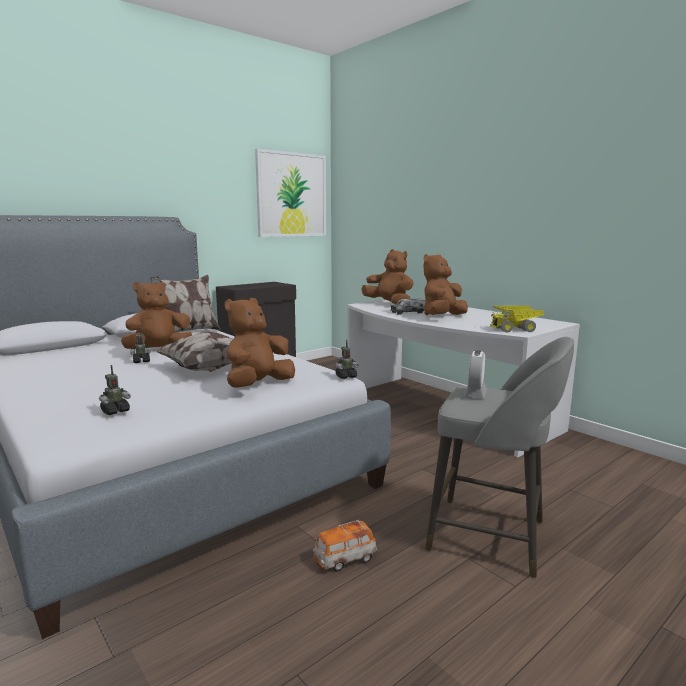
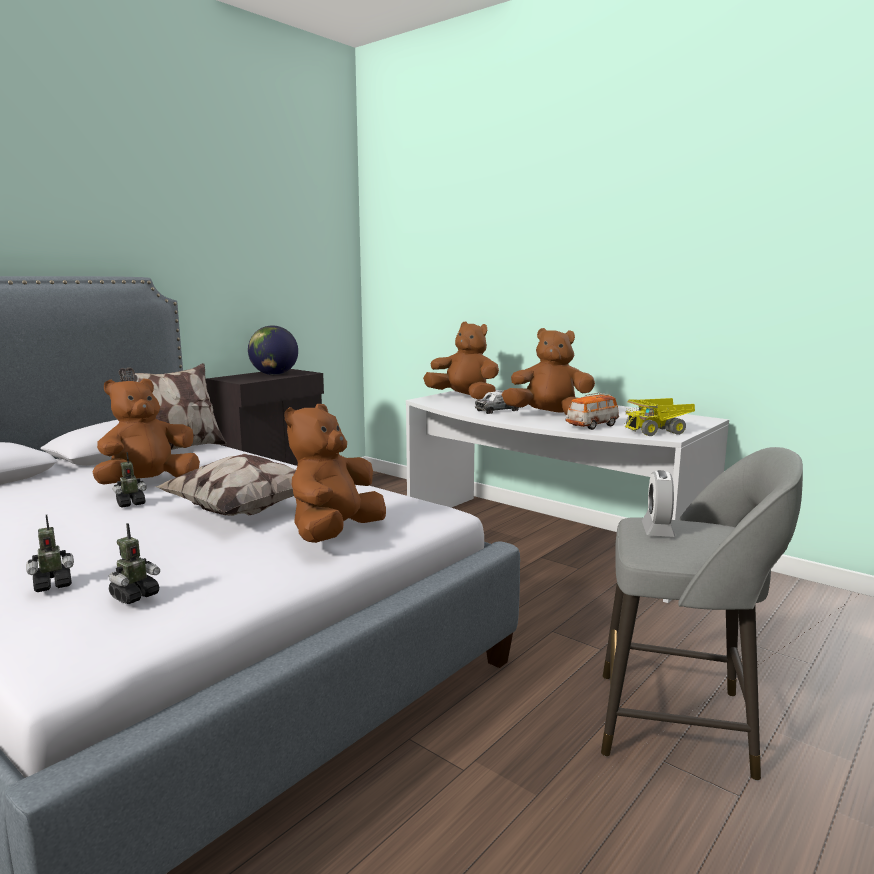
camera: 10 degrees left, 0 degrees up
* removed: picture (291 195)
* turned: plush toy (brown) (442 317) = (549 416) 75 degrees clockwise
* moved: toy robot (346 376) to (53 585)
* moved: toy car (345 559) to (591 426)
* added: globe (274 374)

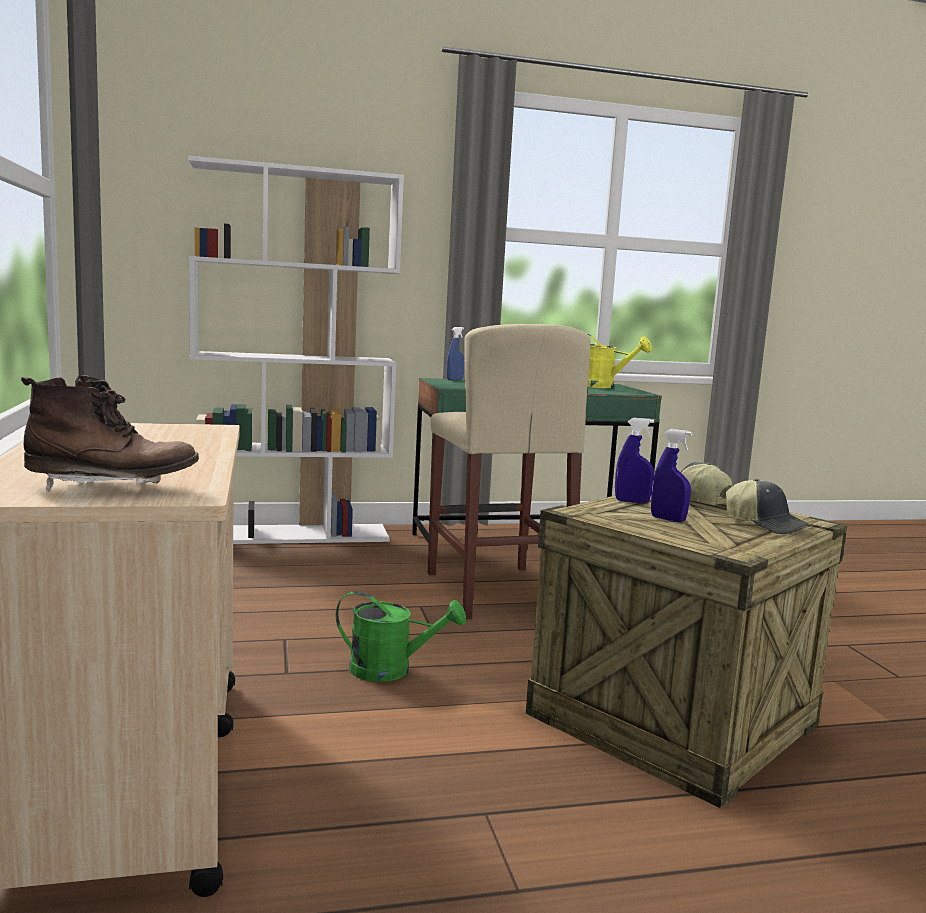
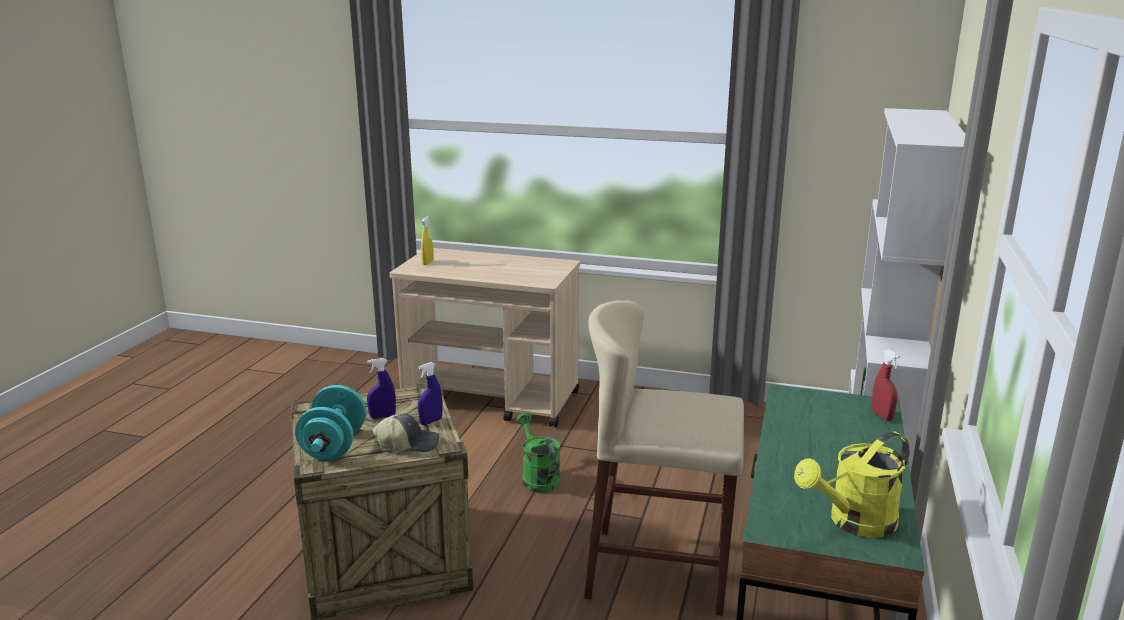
camera: 120 degrees right, 10 degrees up
* recoloured: spray bottle (blue) (454 380) to spray bottle (red) (882 416)
* replaced: boot (brown) (112 488) to spray bottle (yellow) (427 262)
* replaced: cap (766 525) to dumbbell (turquoise) (334 446)
* turned: watering can (green) (391 670) = (538 477) 120 degrees clockwise

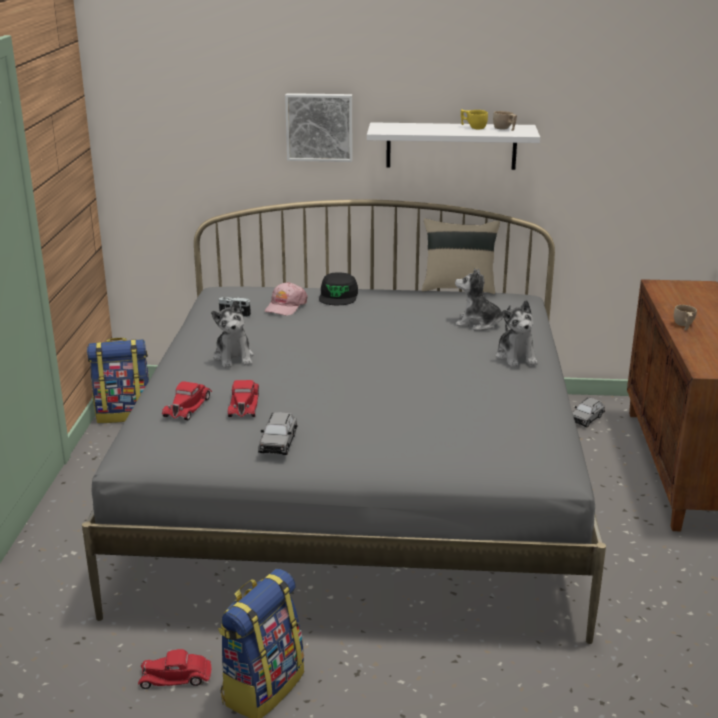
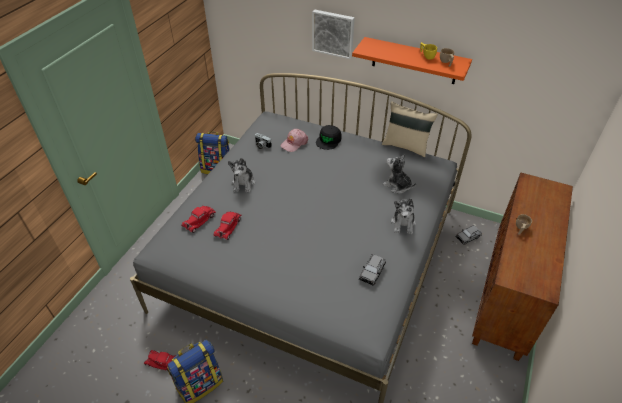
camera: 20 degrees right, 20 degrees up
* recoloured: shelf (white) (451 146) to shelf (orange) (414 61)
* moved: toy car (grey) (278 443) to (372 272)

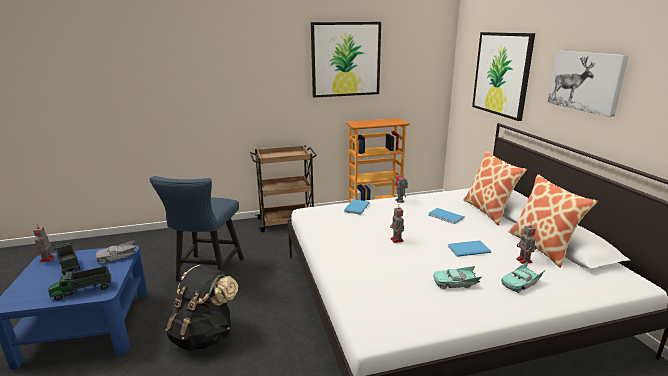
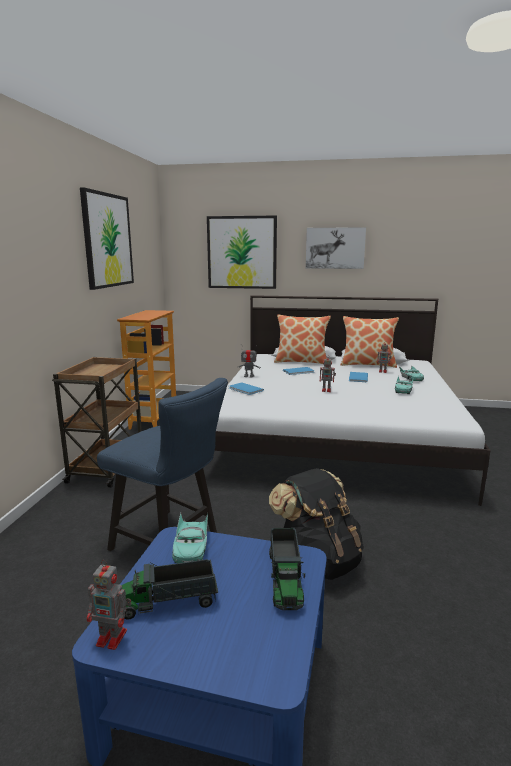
camera: 65 degrees left, 5 degrees down
* recoloured: toy car (grey) (117 257) to toy car (turquoise) (191 547)

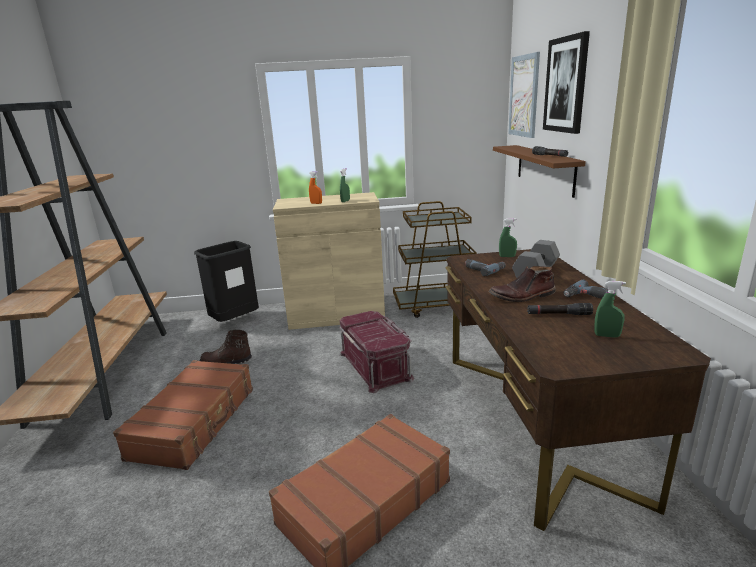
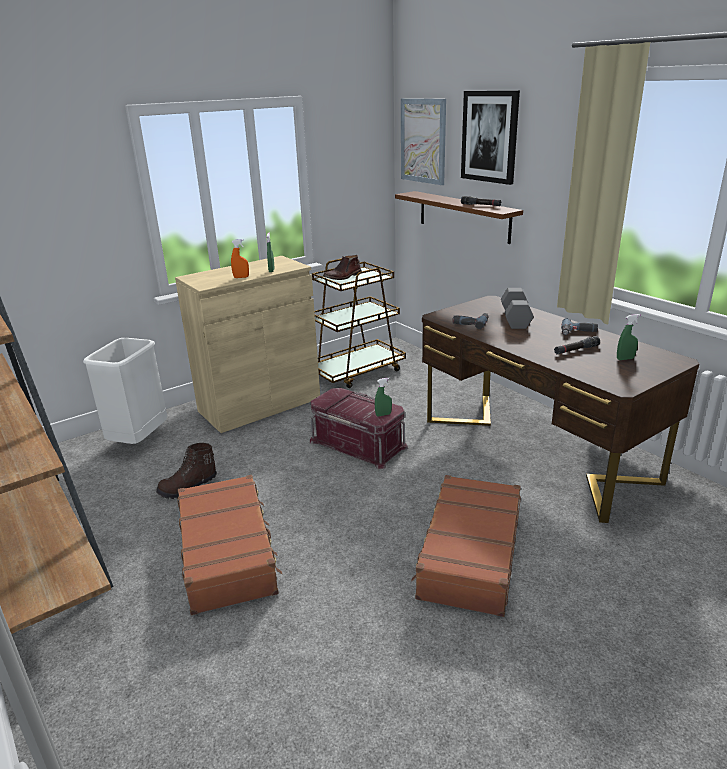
camera: 30 degrees left, 5 degrees up
* moved: spray bottle (green) (507 256) to (383 414)
* recoloured: trash can (black) (235 321) to trash can (white) (139 440)
* moved: boot (brown) (522 296) to (343 276)

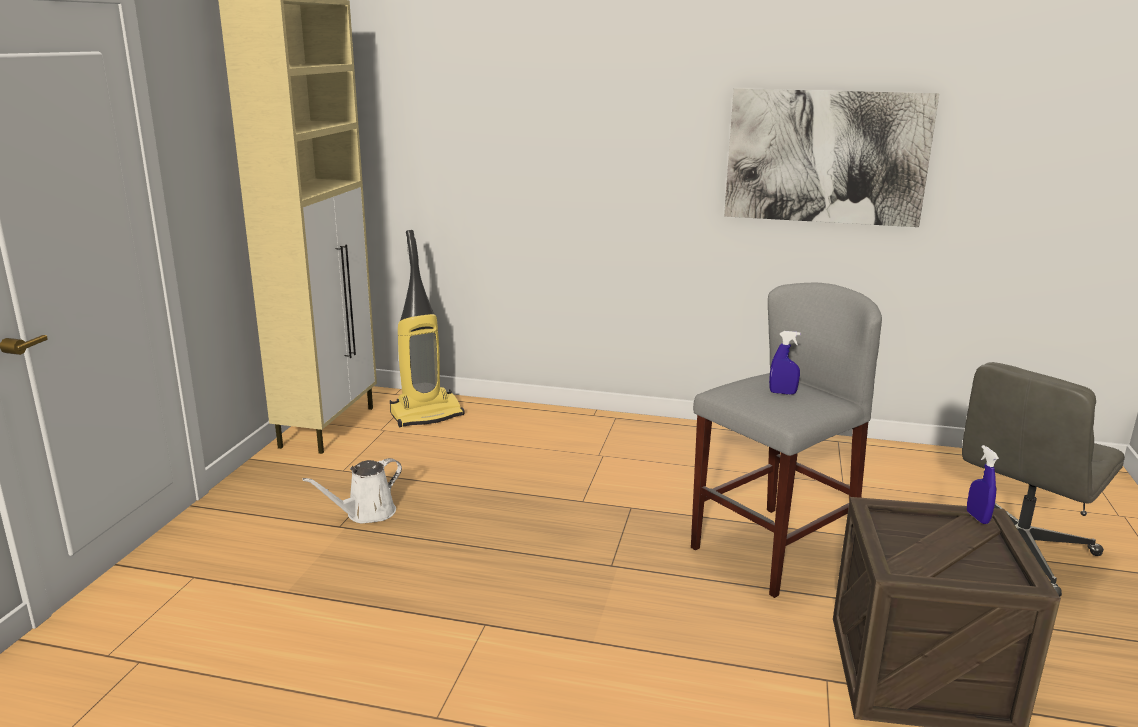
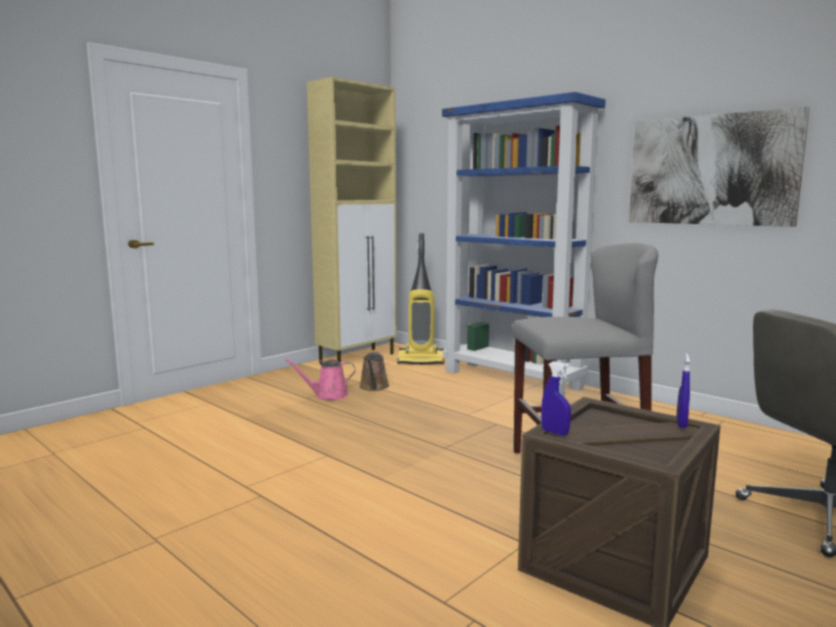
camera: 30 degrees right, 10 degrees down
* moved: spray bottle (blue) (782 393) to (555 432)
* recoloured: watering can (white) (366 514) to watering can (pink) (328 395)
* added: bookcase (blue) (513 379)
* added: watering can (brown) (374 387)

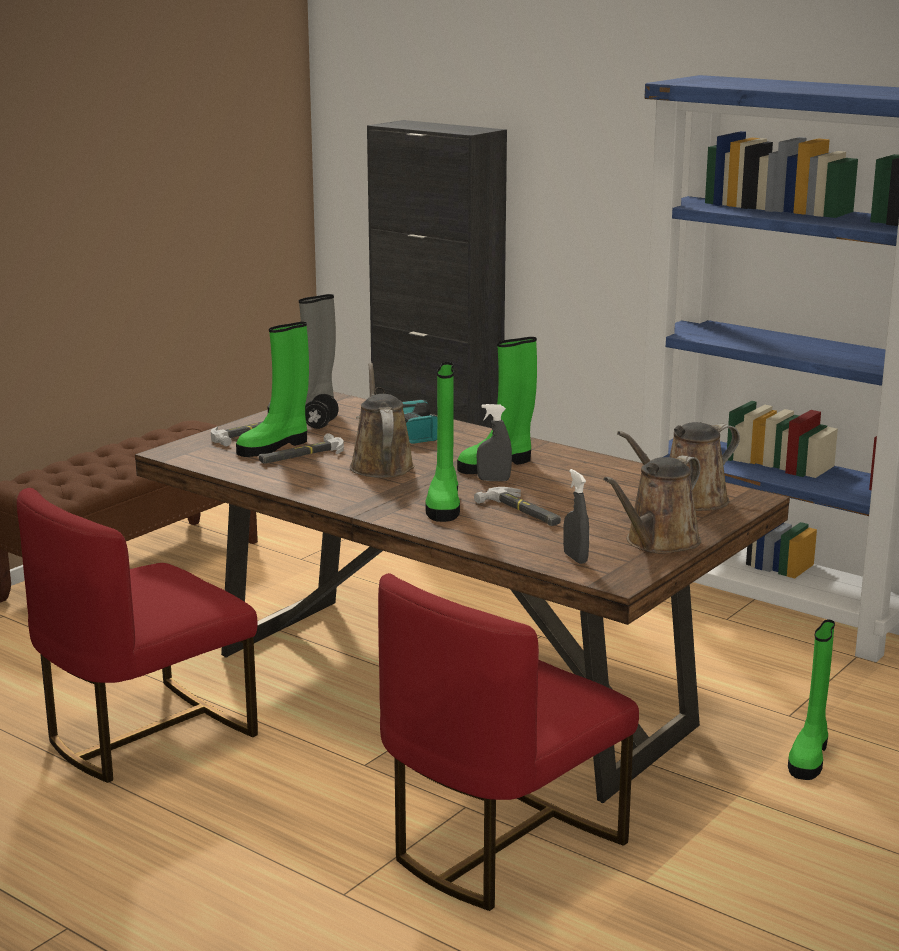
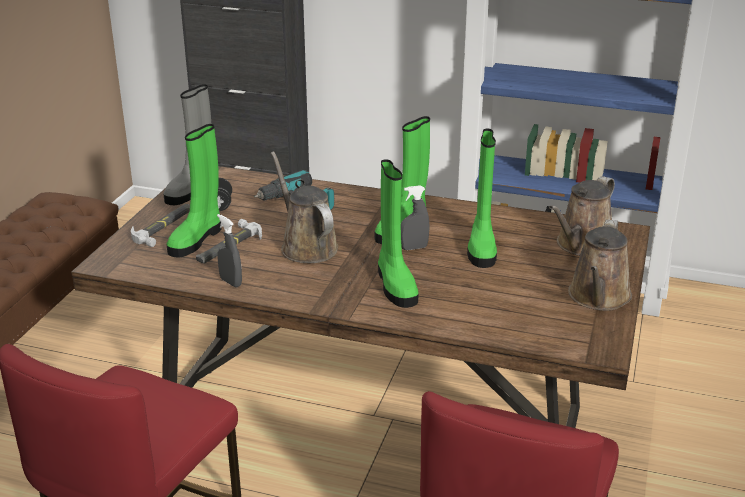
camera: 20 degrees left, 10 degrees up
* moved: spray bottle (grey) (575 558) to (230 282)
* removed: hammer (522 512)
* moved: boot (green) (809 756) to (481 247)

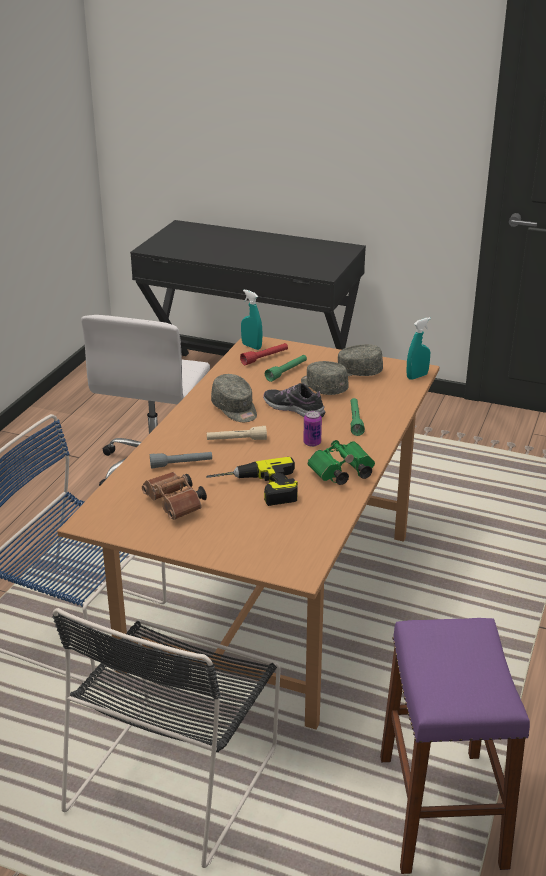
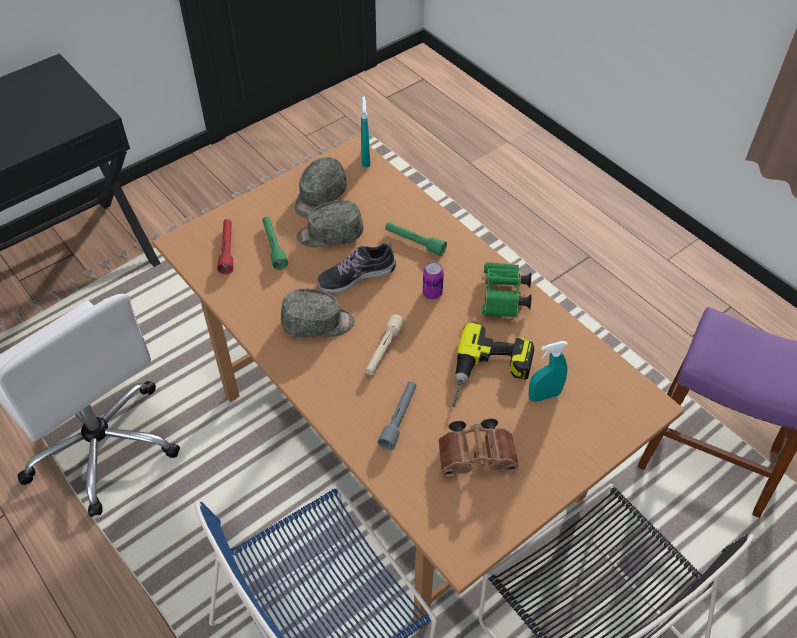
camera: 60 degrees left, 20 degrees up
* moved: spray bottle (turquoise) (251 346) to (544 395)

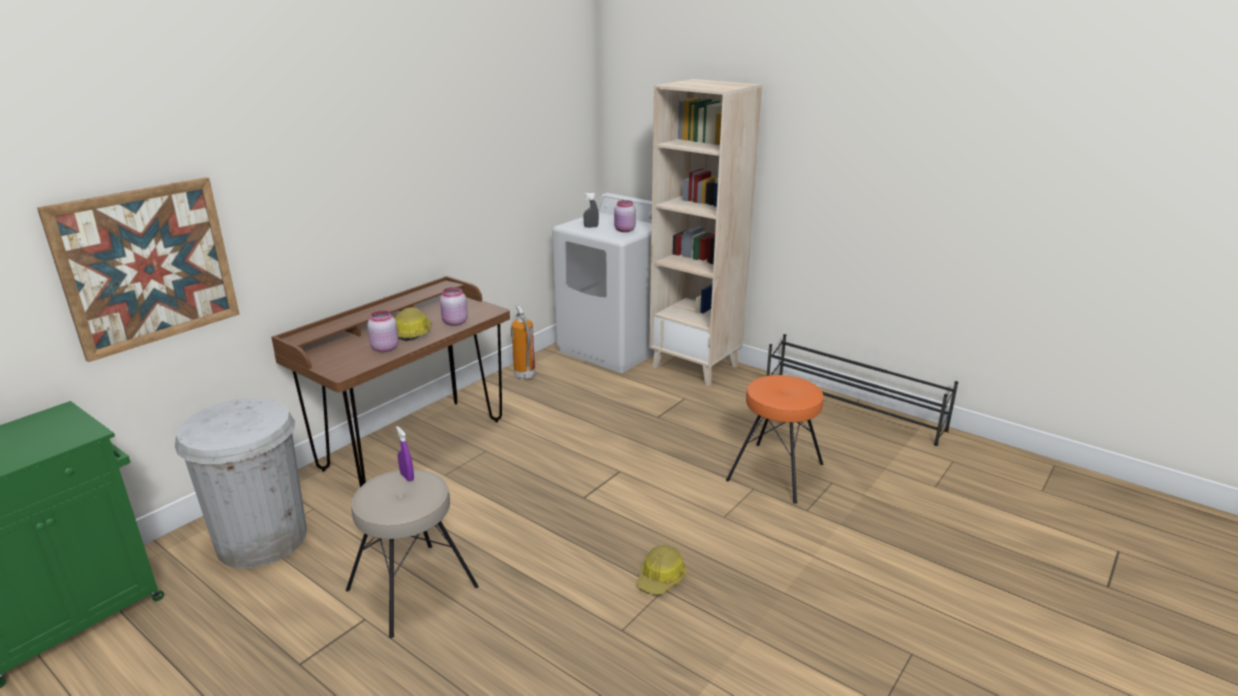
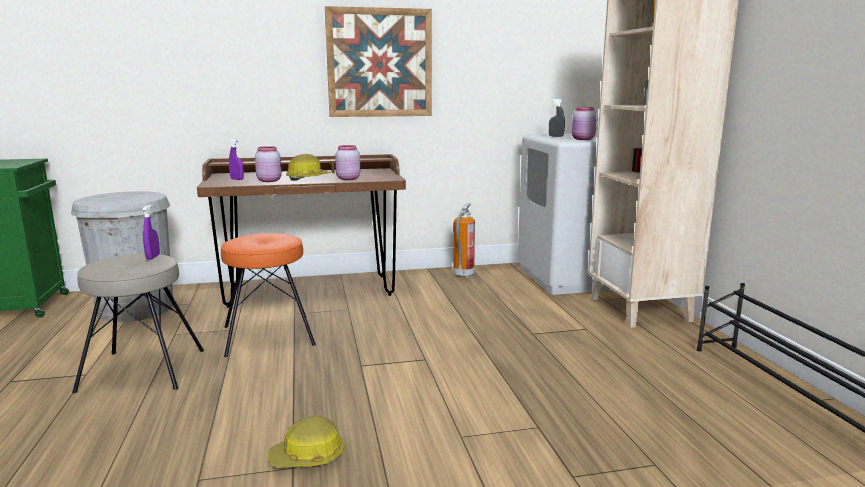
camera: 40 degrees right, 10 degrees down
* moved: picture (147 266) to (379 63)
* moved: stool (orange) (776 472) to (268 336)
* added: spray bottle (purple) (237 179)

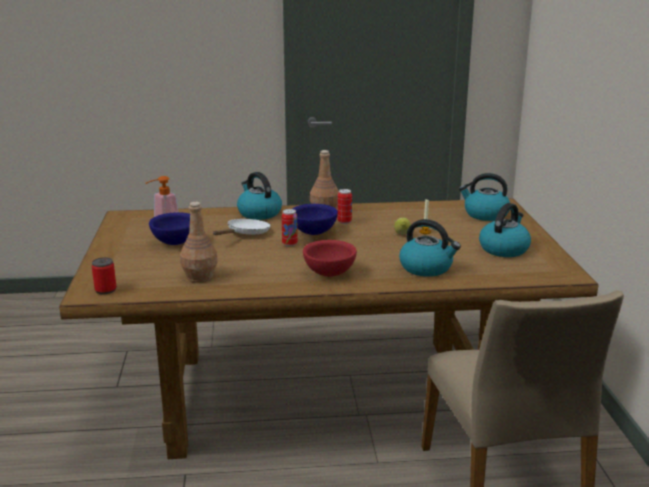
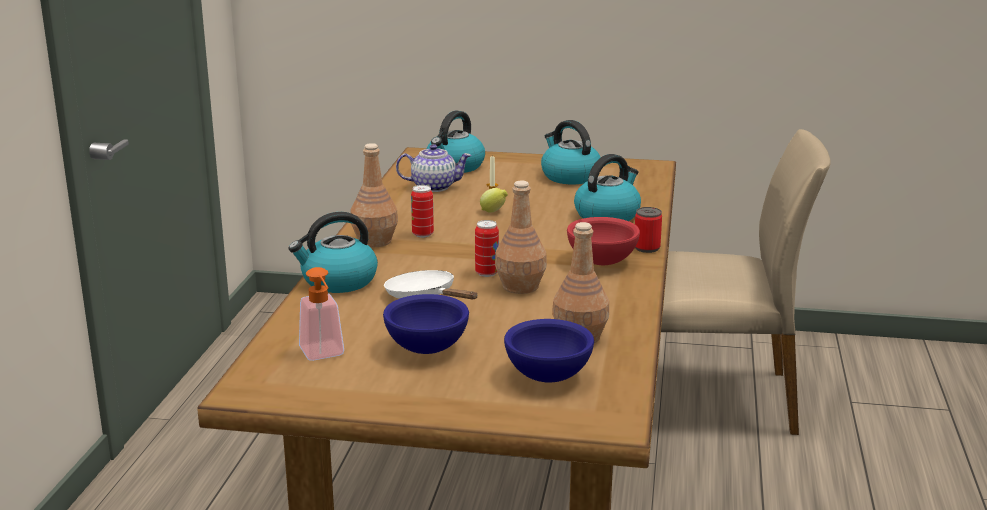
camera: 75 degrees left, 0 degrees up
* moved: bowl (blue) (314 232) to (547 375)
* moved: can (105 290) to (647 248)
* added: teapot (433 187)
* added: bottle (brown) (520 286)

